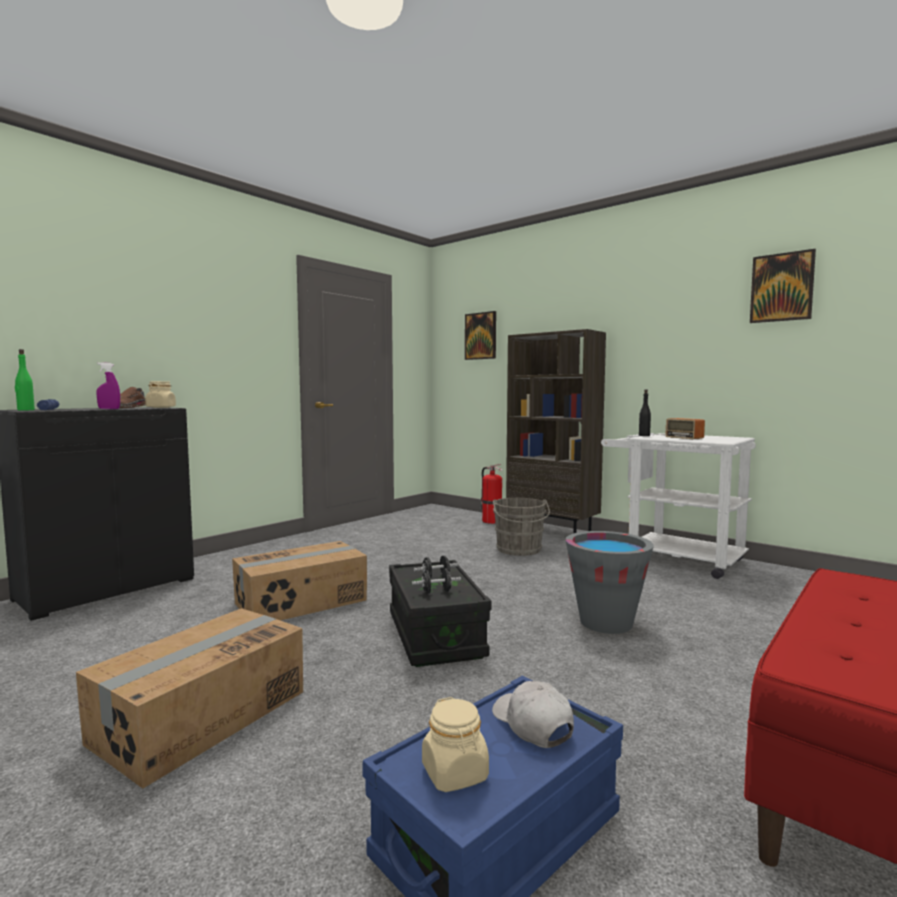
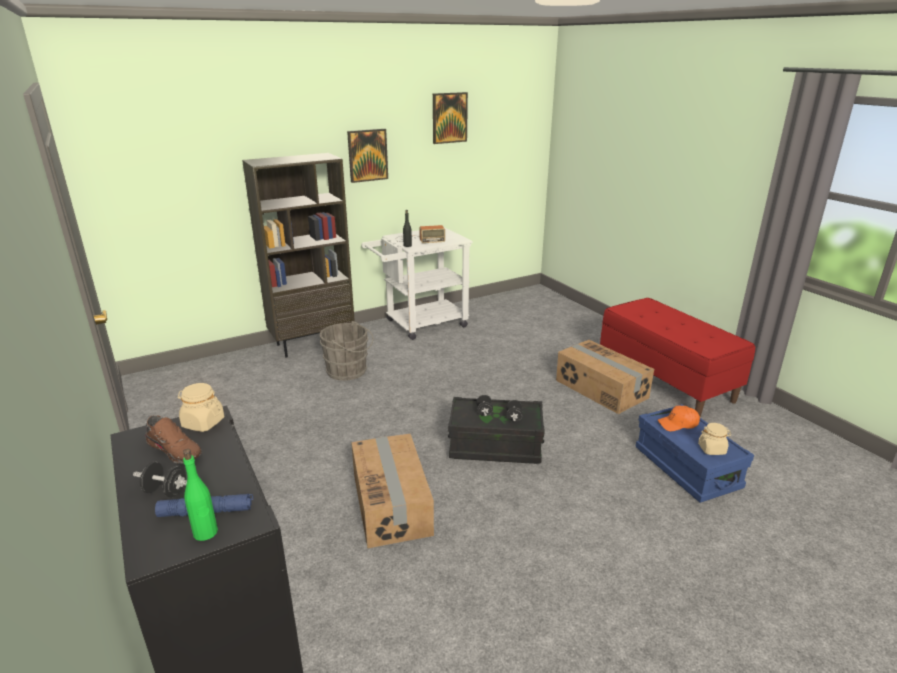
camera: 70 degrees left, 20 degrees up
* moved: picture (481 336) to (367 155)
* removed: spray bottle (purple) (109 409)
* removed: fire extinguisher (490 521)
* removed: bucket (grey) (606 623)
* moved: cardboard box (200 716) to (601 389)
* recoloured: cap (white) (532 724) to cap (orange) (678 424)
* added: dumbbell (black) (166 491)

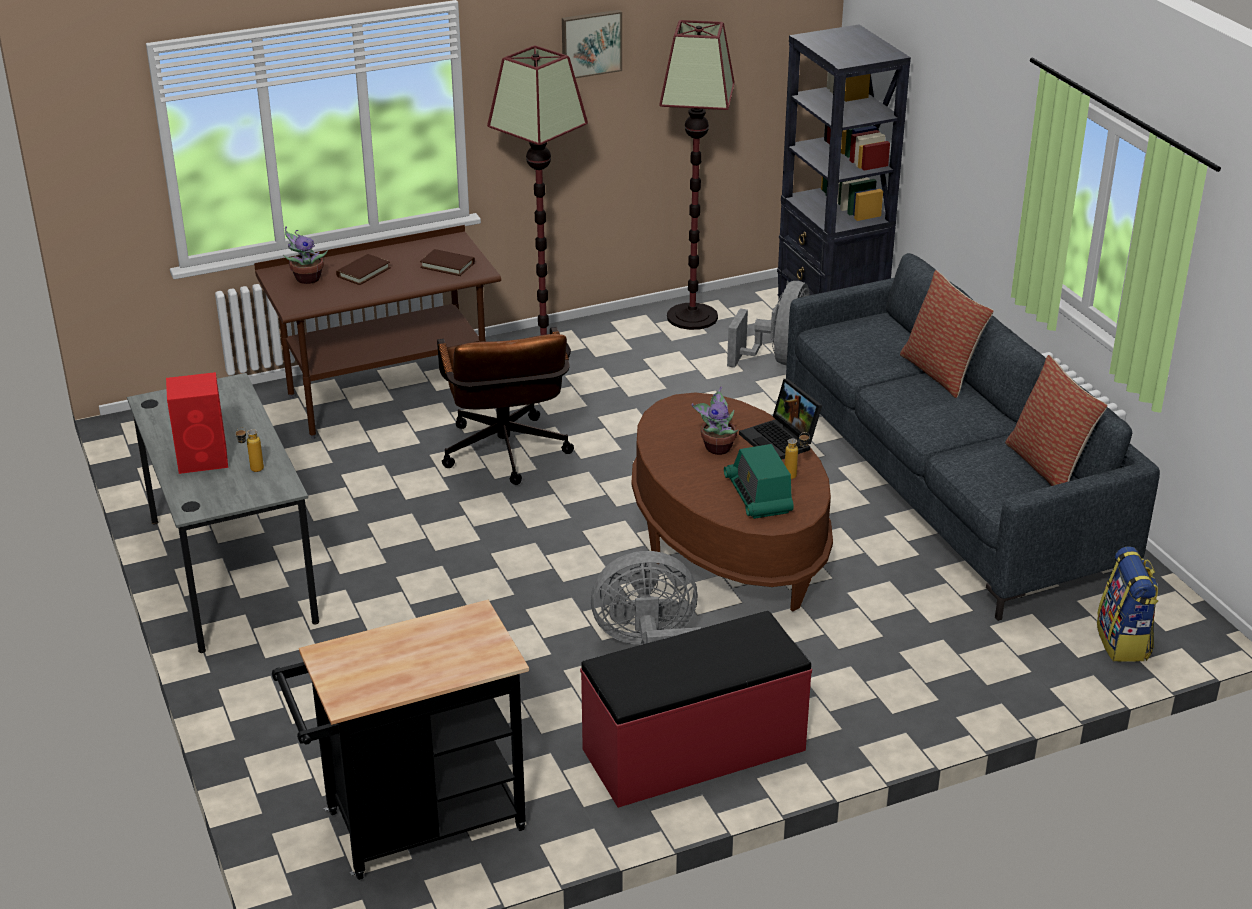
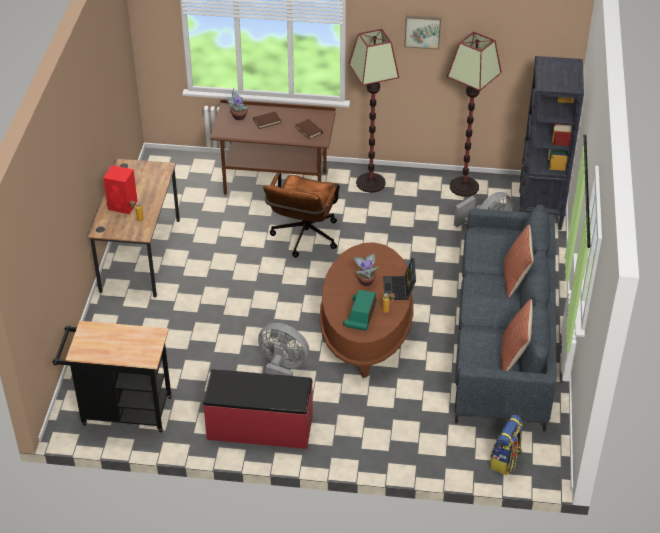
camera: 30 degrees right, 10 degrees up
* recoloured: desk (grey) (232 570) to desk (brown) (140 255)

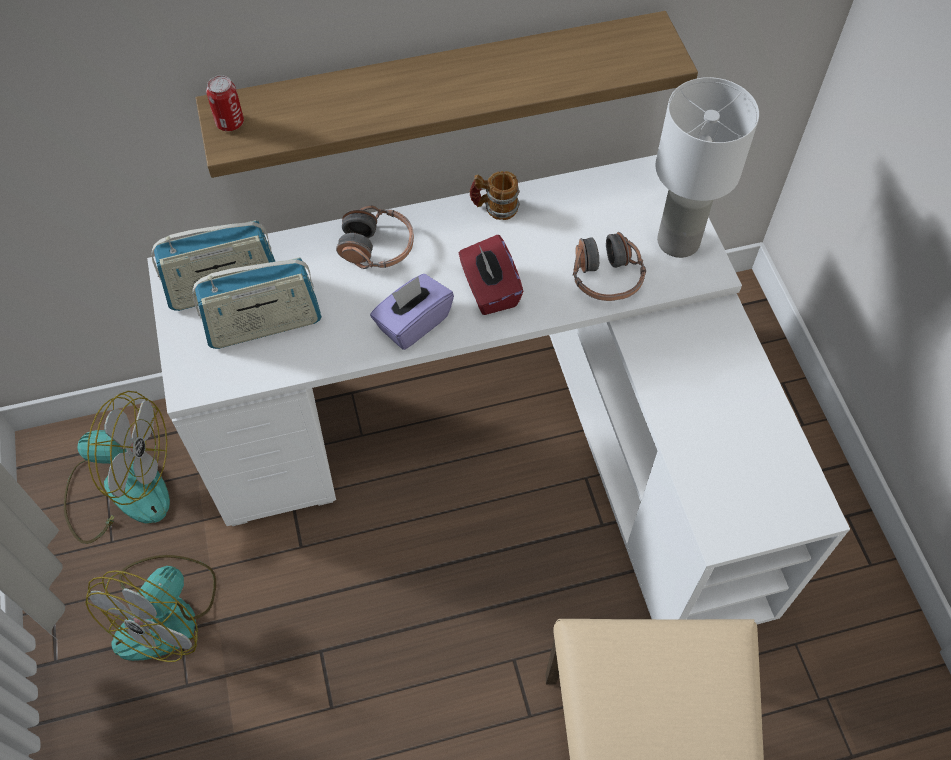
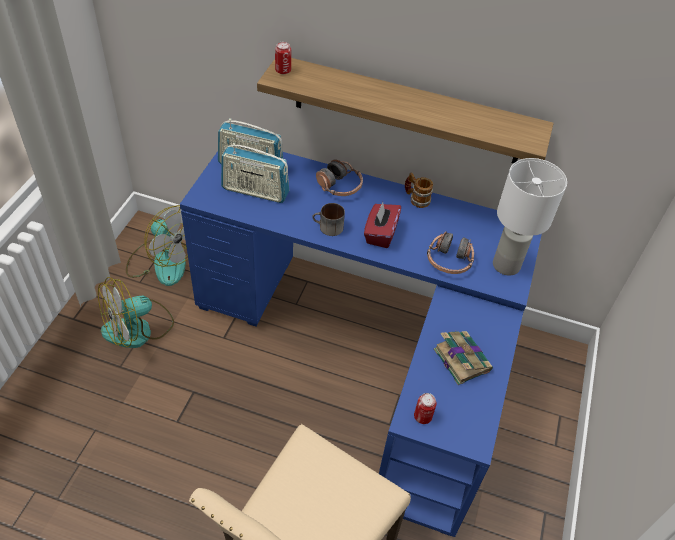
camera: 30 degrees right, 10 degrees down
* recoloured: desk (white) (507 440) to desk (blue) (370 350)
* replaced: tissue box (purple) (413 323) to mug (328 228)
* added: book (461 359)
* added: can (422 416)

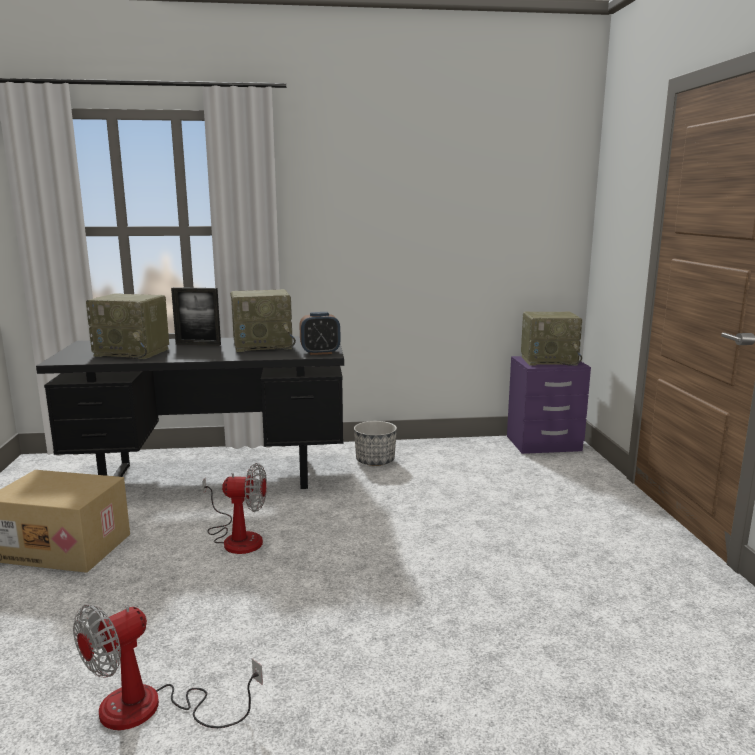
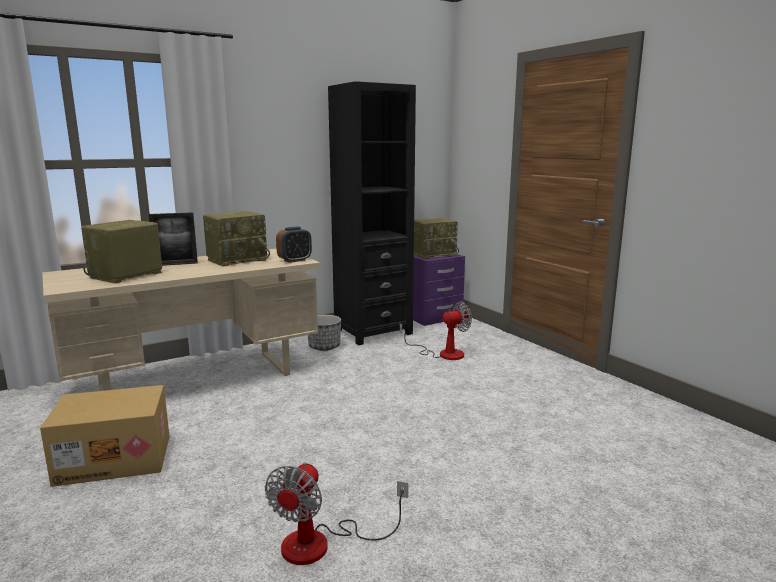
camera: 25 degrees left, 0 degrees up
* turned: radio (133 352) = (125 275) 135 degrees clockwise
* recoloured: desk (black) (213 476) to desk (beige) (198 380)
* moved: fan (237 538) to (443 353)
* added: bookcase (black) (373 332)

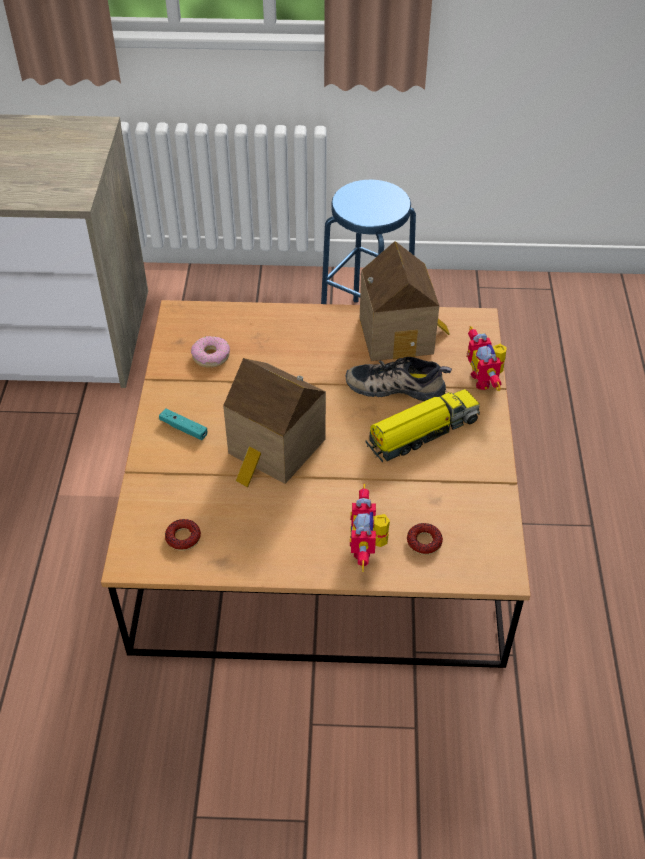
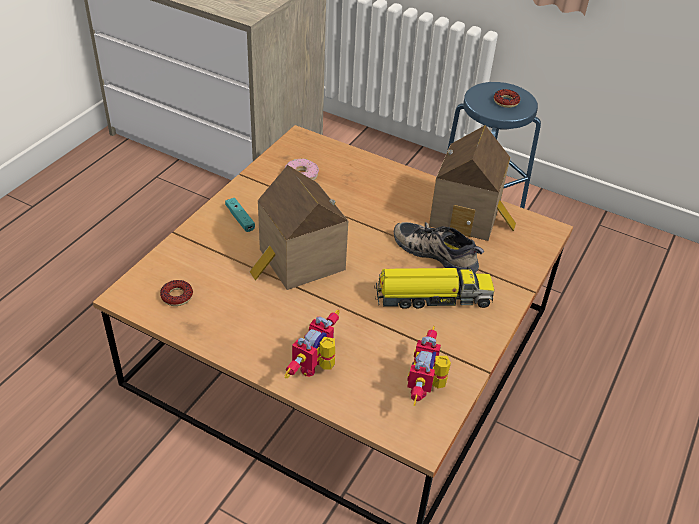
camera: 25 degrees right, 5 degrees down
* moved: toy robot (485 379) to (426 388)
* moved: donut (424 542) to (506 102)

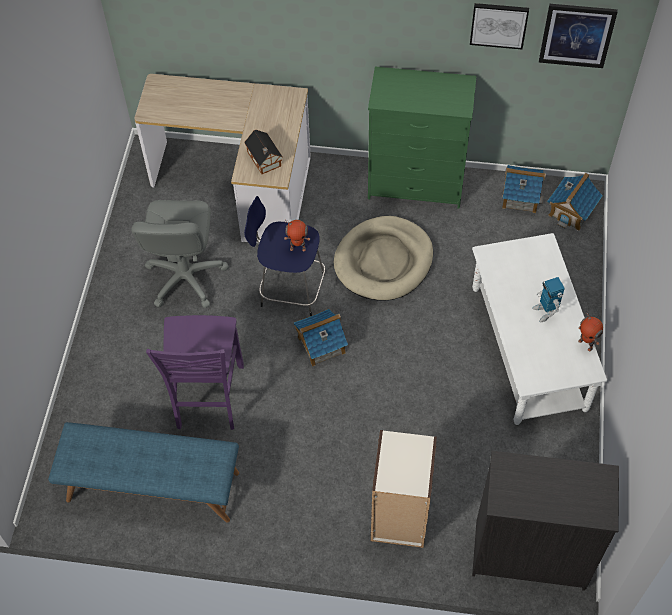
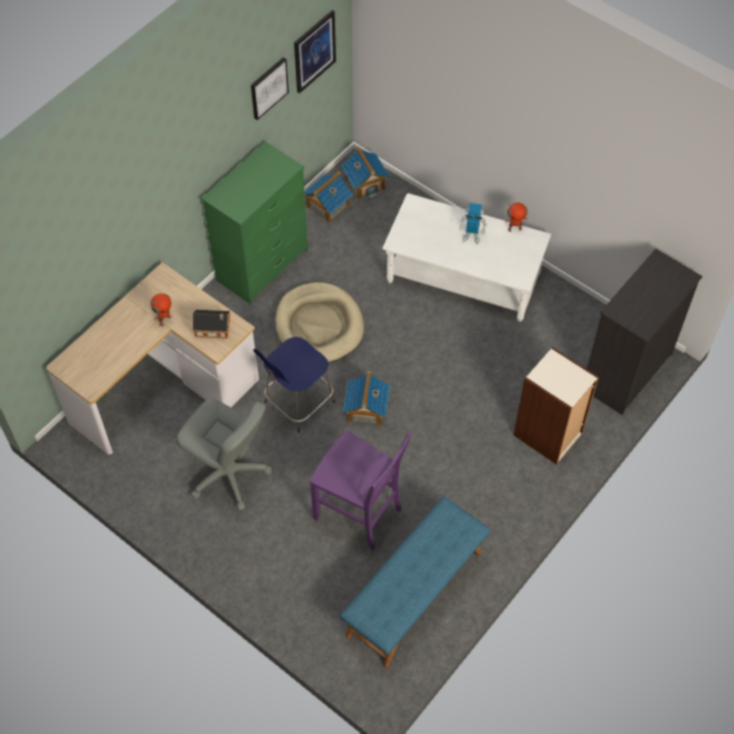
camera: 60 degrees left, 0 degrees up
* moved: toy robot (298 248) to (164 320)

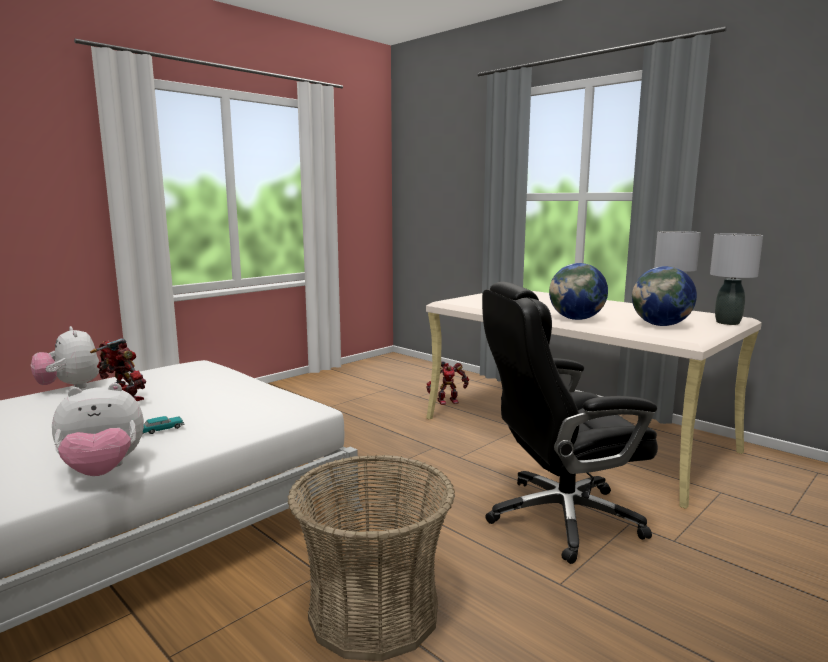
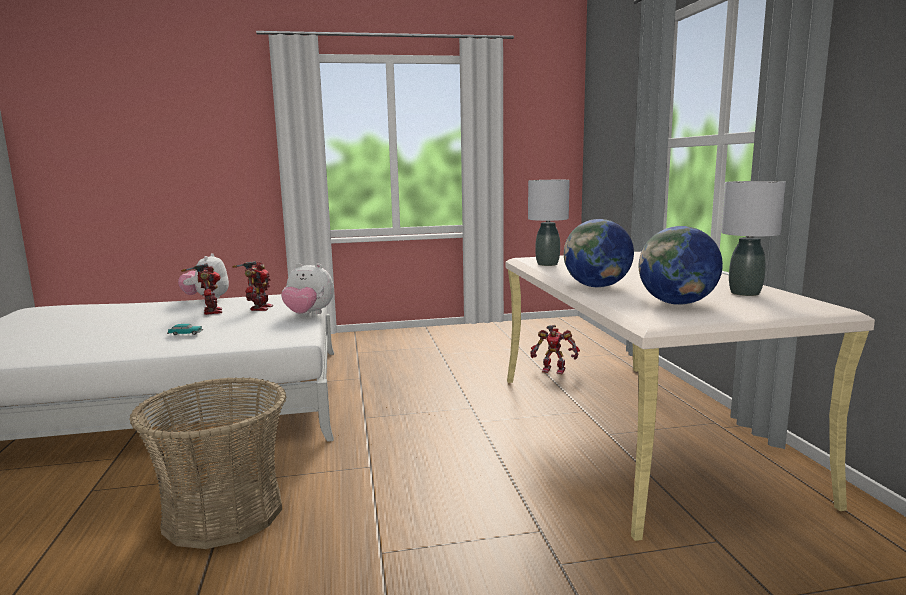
camera: 35 degrees right, 0 degrees up
* moved: table lamp (grey) (728 322) to (548 264)
* removed: office chair (black) (559 518)
* moved: plush toy (103 471) to (308 315)
* added: toy robot (259 308)

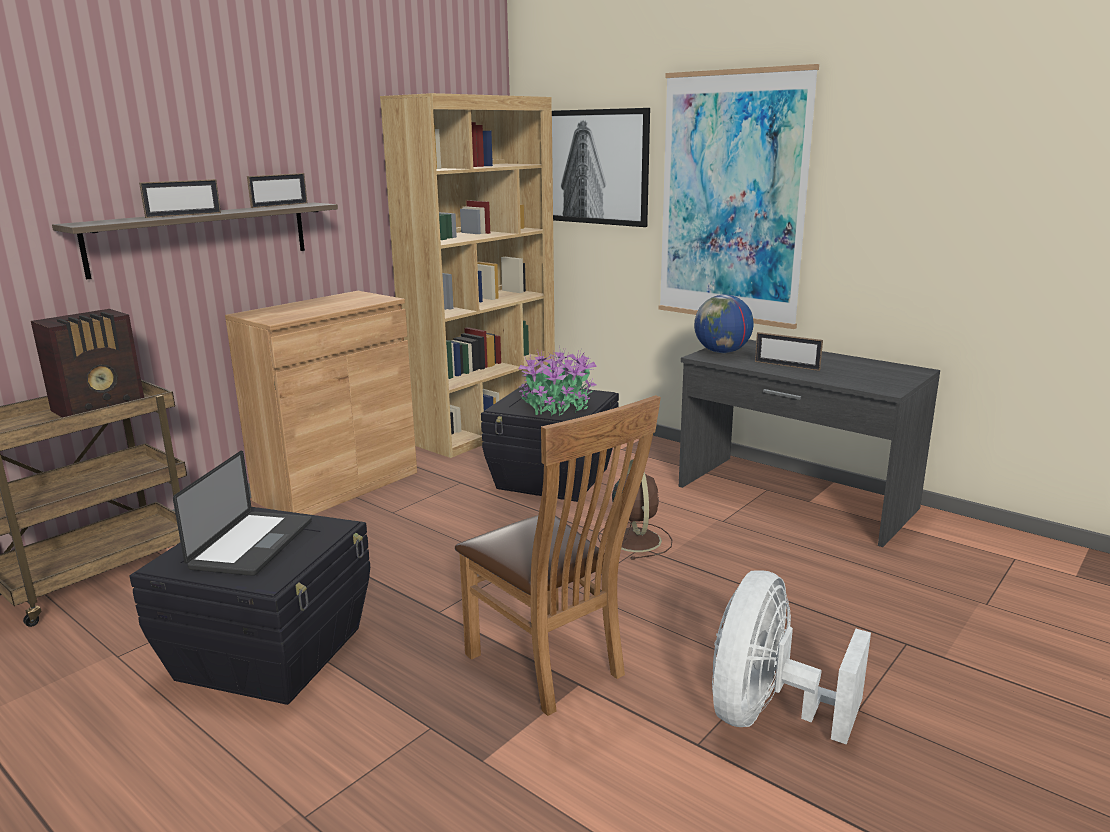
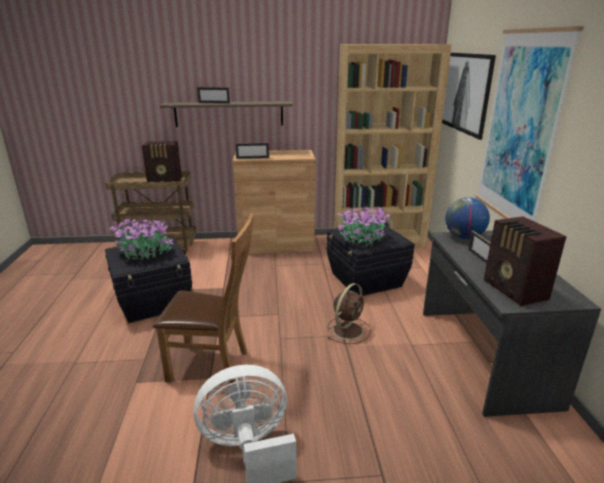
camera: 45 degrees right, 5 degrees up
* moved: picture frame (279 205) to (252 158)
* turned: chair (brown) (552 667) = (213 365) 90 degrees counterclockwise
* replaced: laptop (252 545) to potted plant (145 254)
* added: radio (514 291)

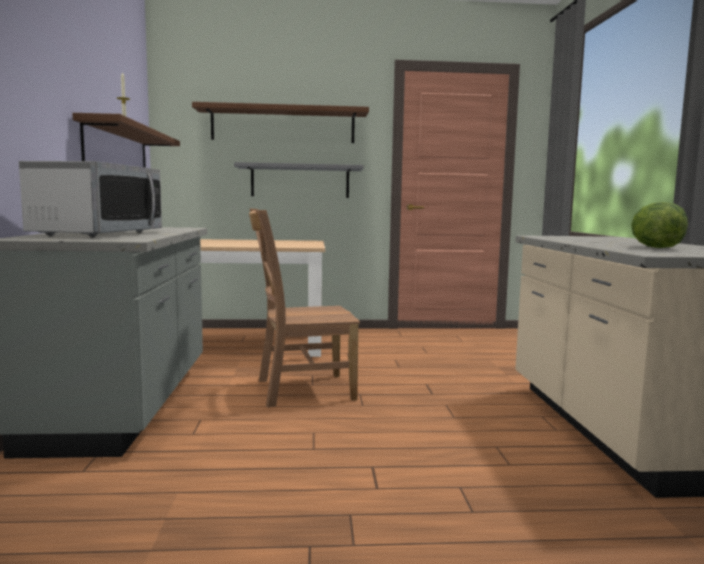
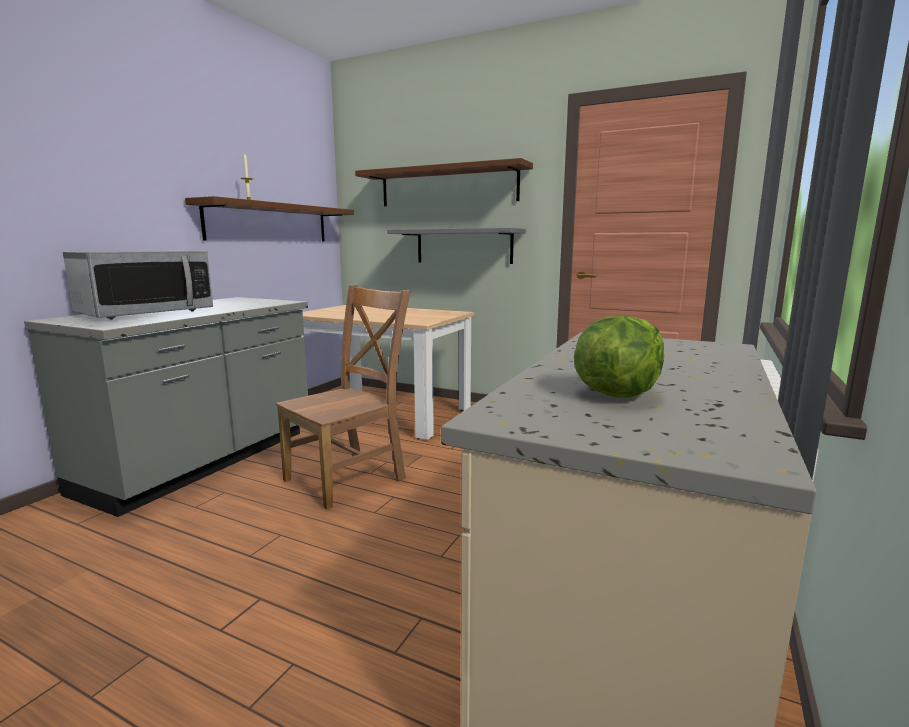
camera: 30 degrees right, 5 degrees up
* turned: chair (brown) (300 390) = (349 477) 120 degrees clockwise

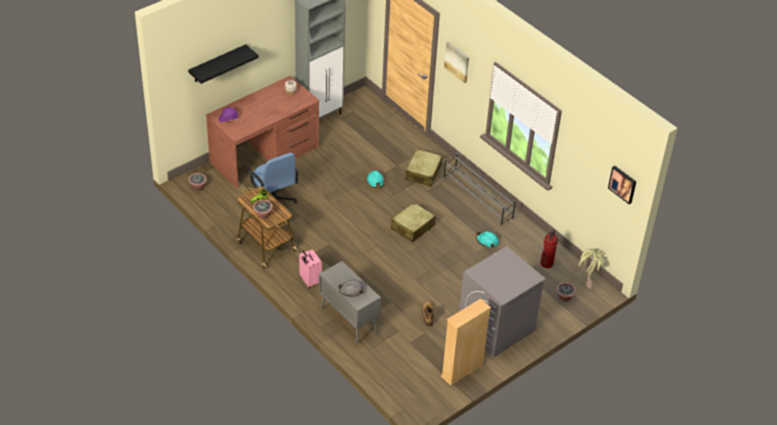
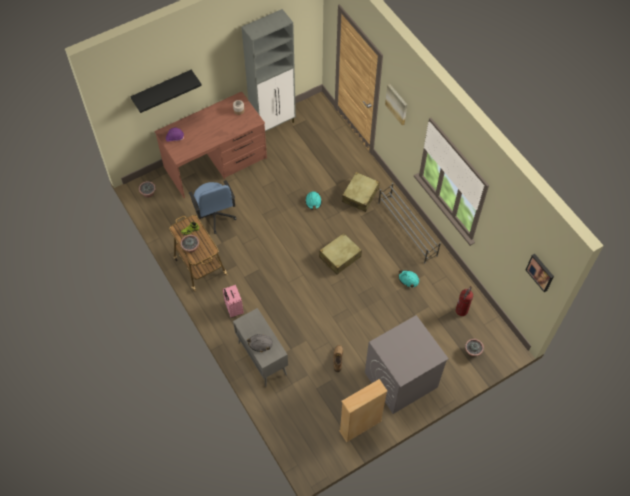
camera: 10 degrees right, 15 degrees up
* removed: potted plant (587 280)

